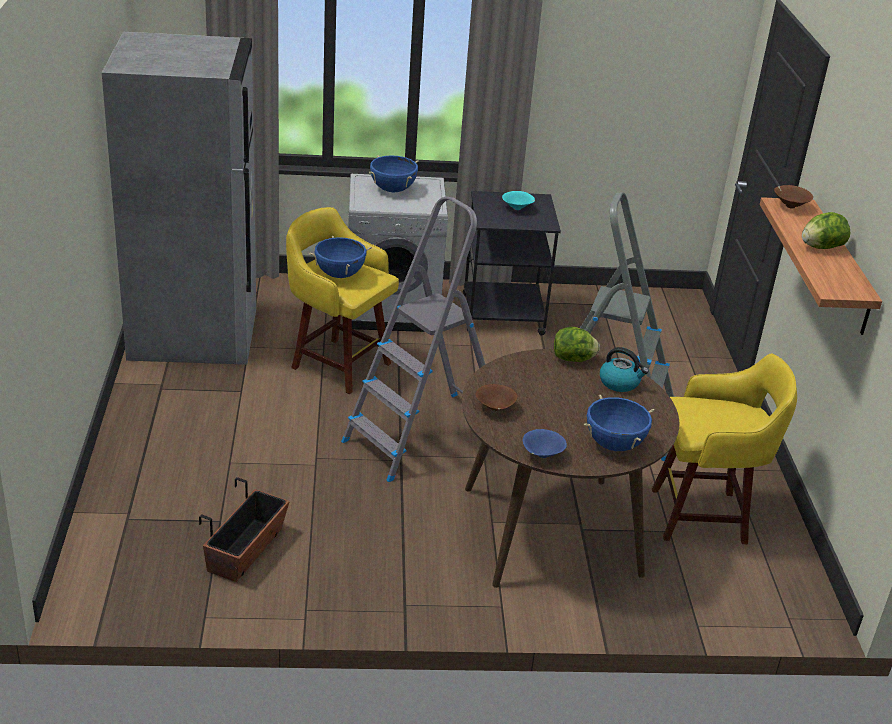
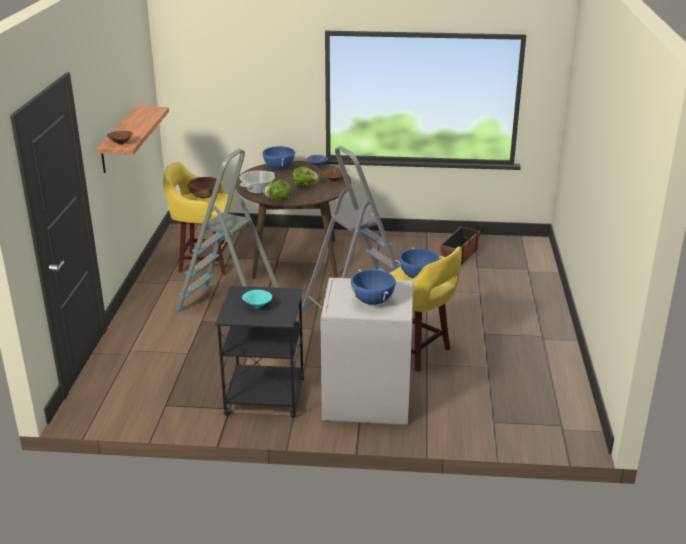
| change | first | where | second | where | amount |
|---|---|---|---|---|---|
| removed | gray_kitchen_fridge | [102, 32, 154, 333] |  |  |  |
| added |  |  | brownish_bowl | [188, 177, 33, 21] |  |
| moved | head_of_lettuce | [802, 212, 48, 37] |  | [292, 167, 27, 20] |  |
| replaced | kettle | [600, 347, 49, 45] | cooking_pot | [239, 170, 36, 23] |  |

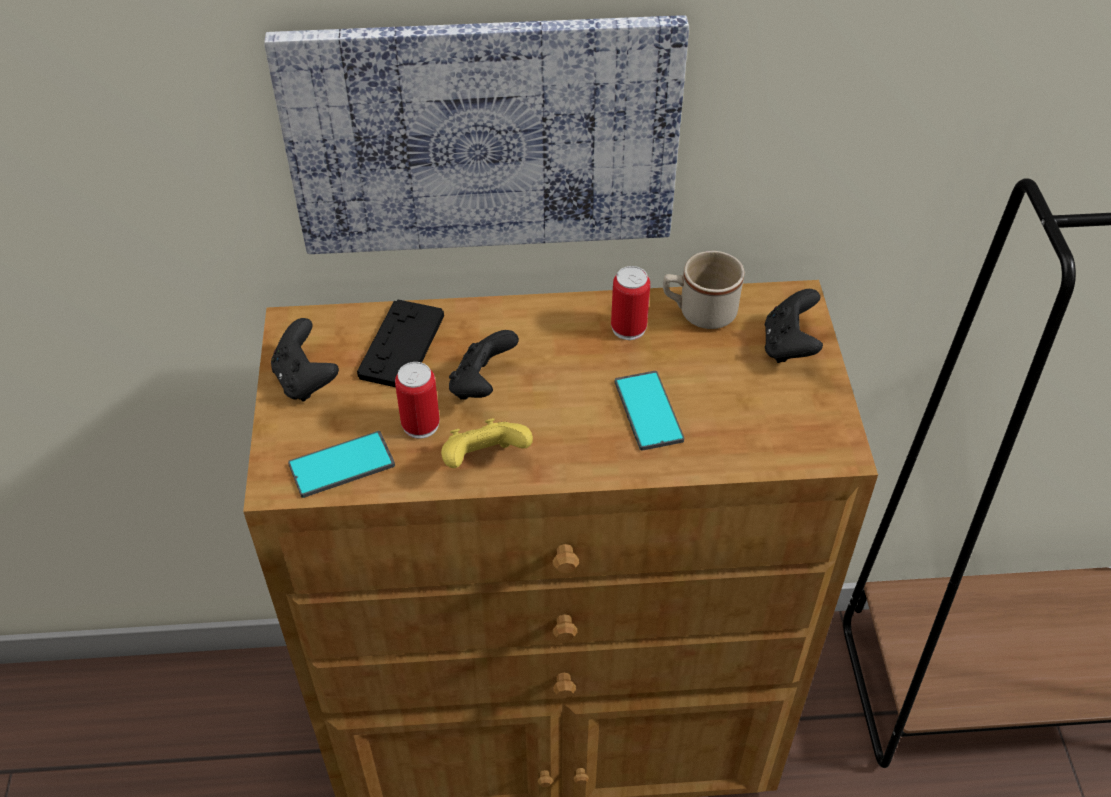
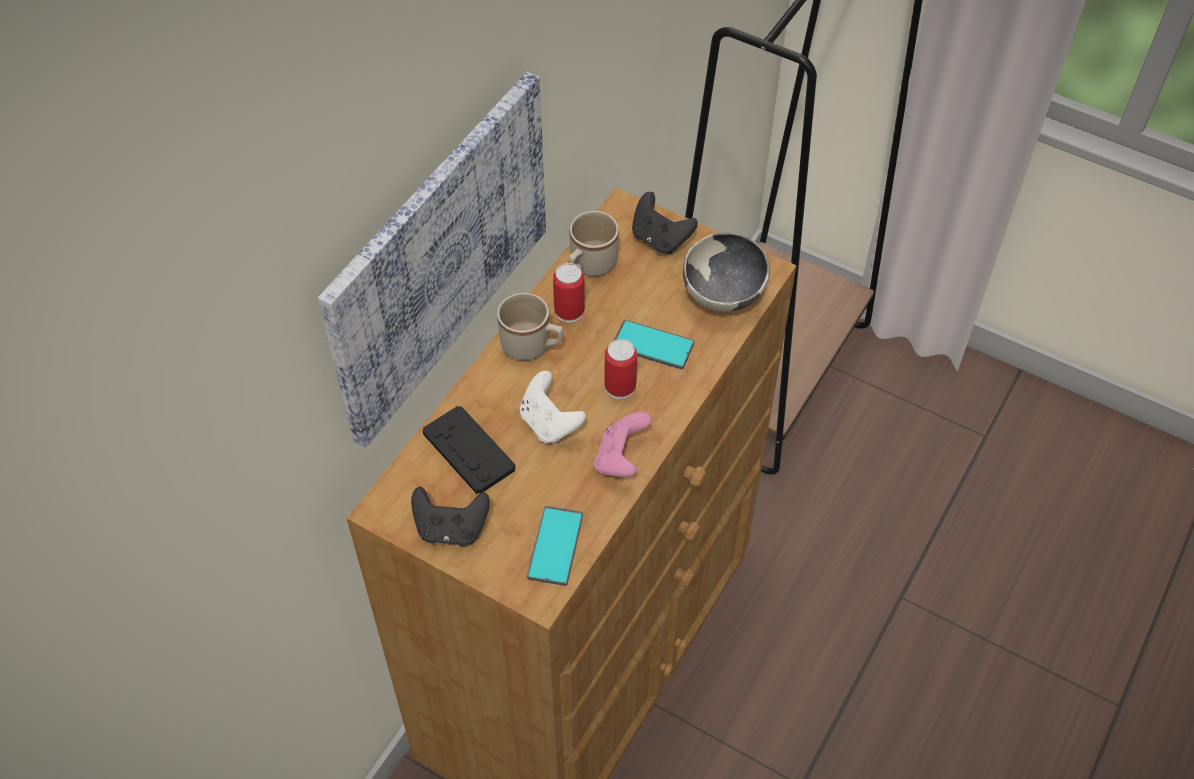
| change | first | where | second | where | amount |
|---|---|---|---|---|---|
| added |  |  | beige-coloured_tea_mug | [497, 293, 66, 67] |  |
| added |  |  | bowl | [683, 233, 87, 79] |  |
| moved | metal_can | [395, 362, 45, 77] |  | [604, 339, 33, 60] |  |
| recoloured | yellow-coloured_gamepad | [441, 418, 92, 50] | pink_gamepad | [594, 412, 57, 65] |  |
| recoloured | black_gamepad | [449, 330, 70, 70] | whitish_gamepad | [520, 371, 66, 72] |  |

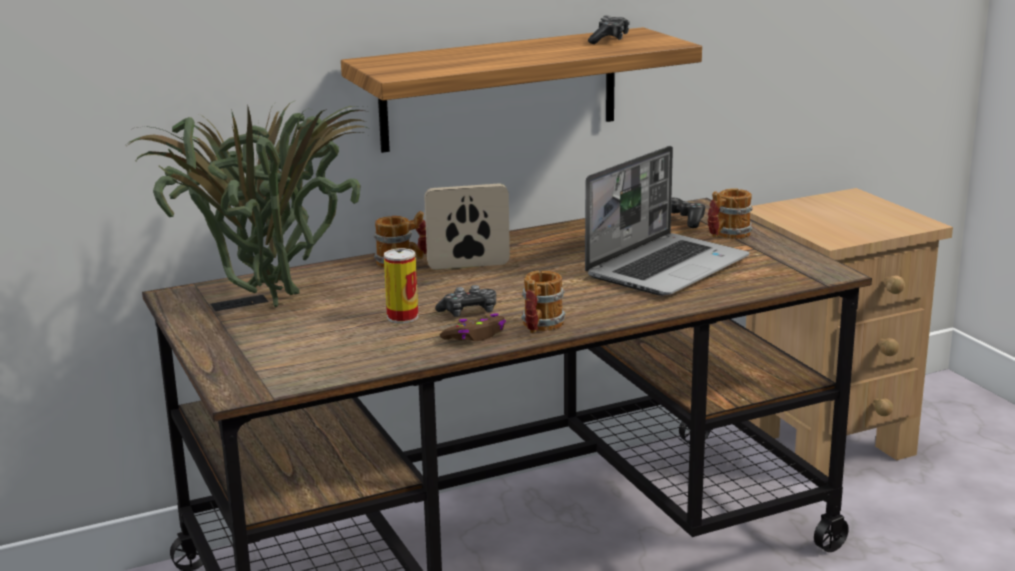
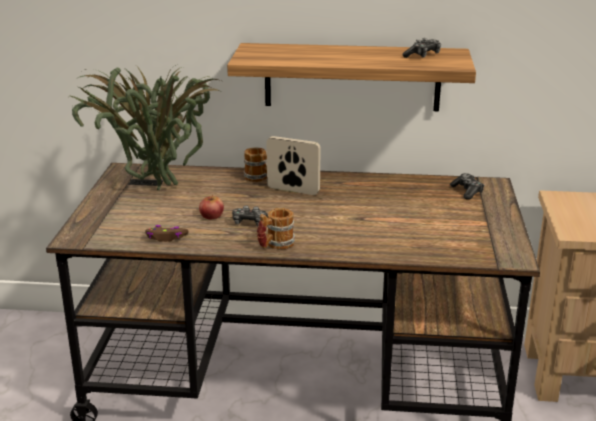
| change | first | where | second | where | amount |
|---|---|---|---|---|---|
| removed | notebook_computer | [585, 146, 164, 150] |  |  |  |
| removed | tea_mug | [707, 188, 46, 51] |  |  |  |
| moved | brownish_gamepad | [440, 313, 66, 28] |  | [145, 225, 44, 17] |  |
| replaced | metal_can | [384, 248, 34, 75] | whole_apple | [199, 195, 25, 24] |  |

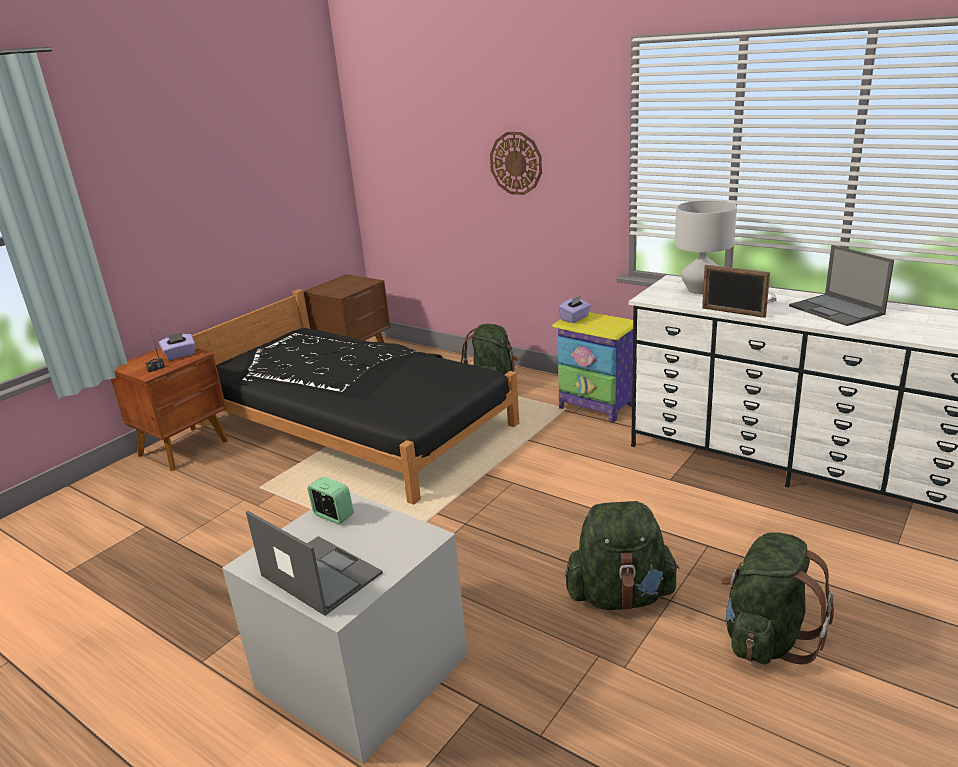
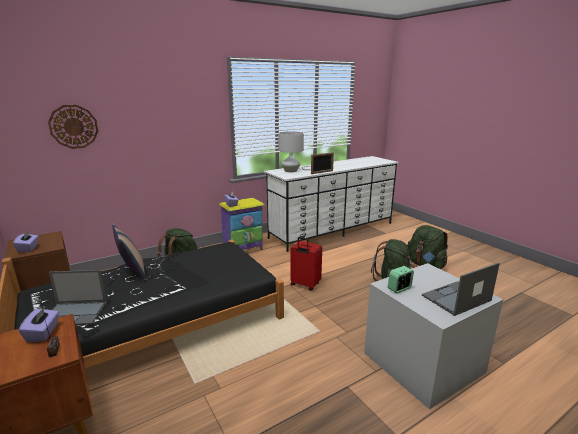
| change | first | where | second | where | amount |
|---|---|---|---|---|---|
| added |  |  | purple_box_of_tissues | [13, 231, 26, 22] |  |
| added |  |  | pillow | [112, 223, 34, 58] |  |
| added |  |  | reddish_piece_of_luggage | [290, 237, 32, 54] |  |
| moved | hanging_clock | [490, 132, 52, 63] |  | [48, 105, 50, 44] |  |
| moved | notebook_computer | [789, 245, 105, 81] |  | [49, 270, 58, 55] |  |

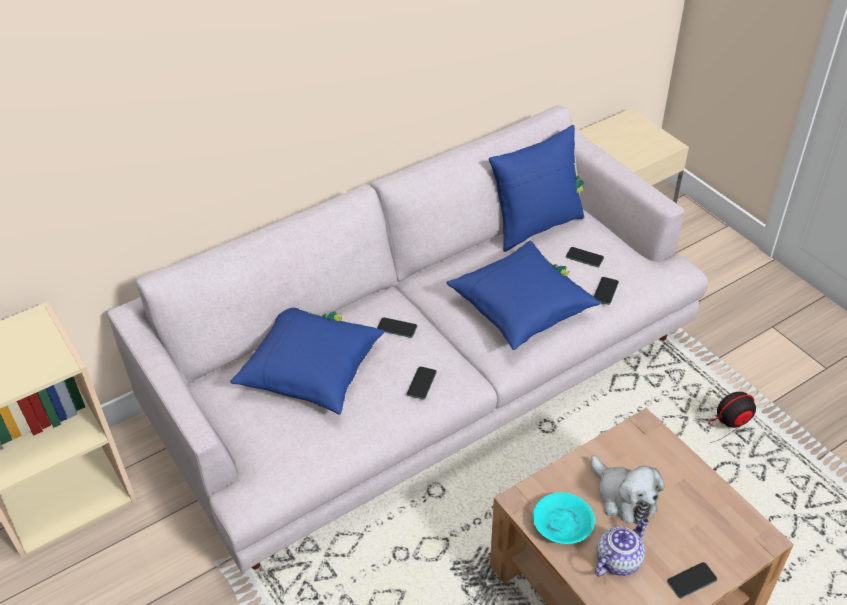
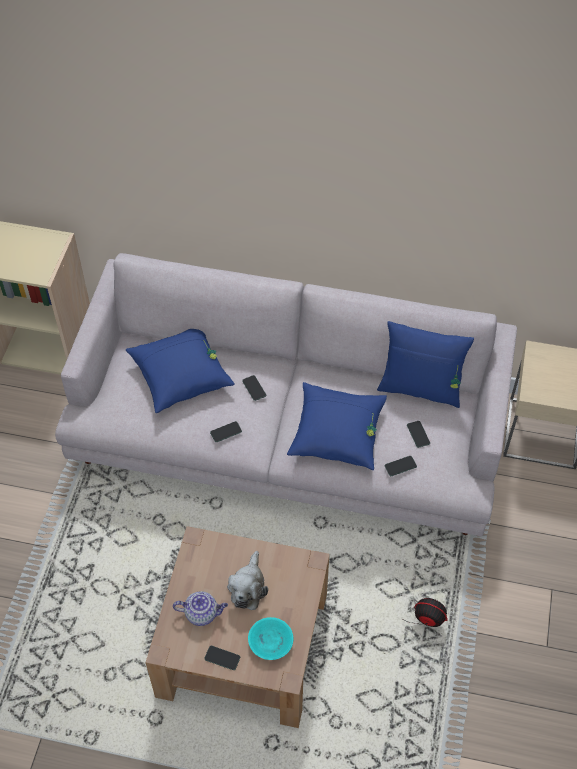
| change | first | where | second | where | amount |
|---|---|---|---|---|---|
| moved | turquoise-coloured_bowl | [533, 492, 62, 52] |  | [248, 617, 45, 43] |  |

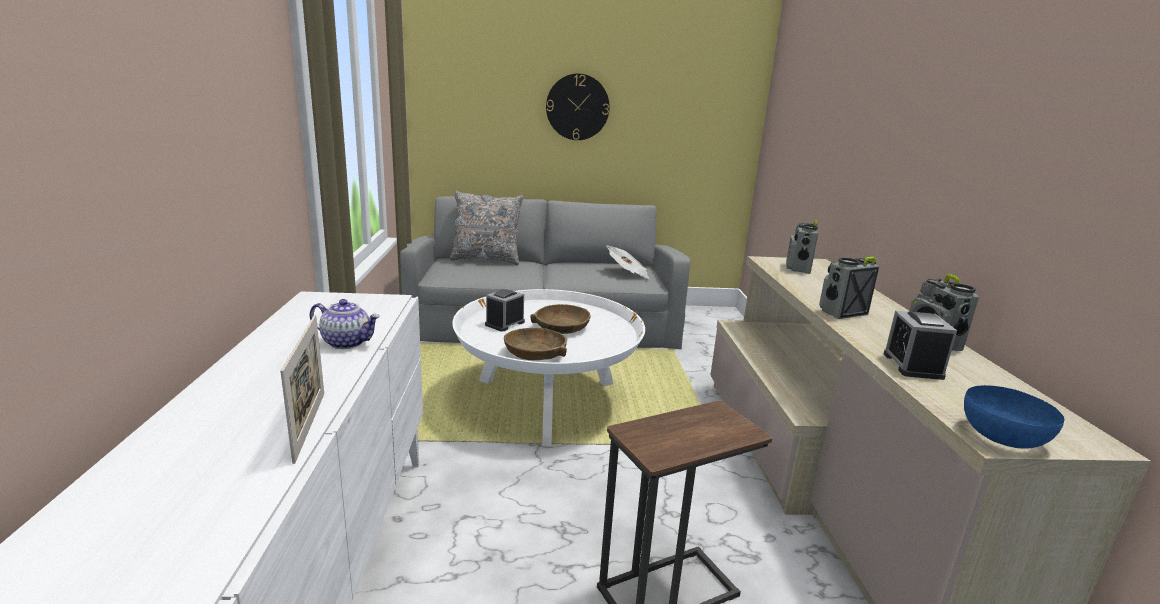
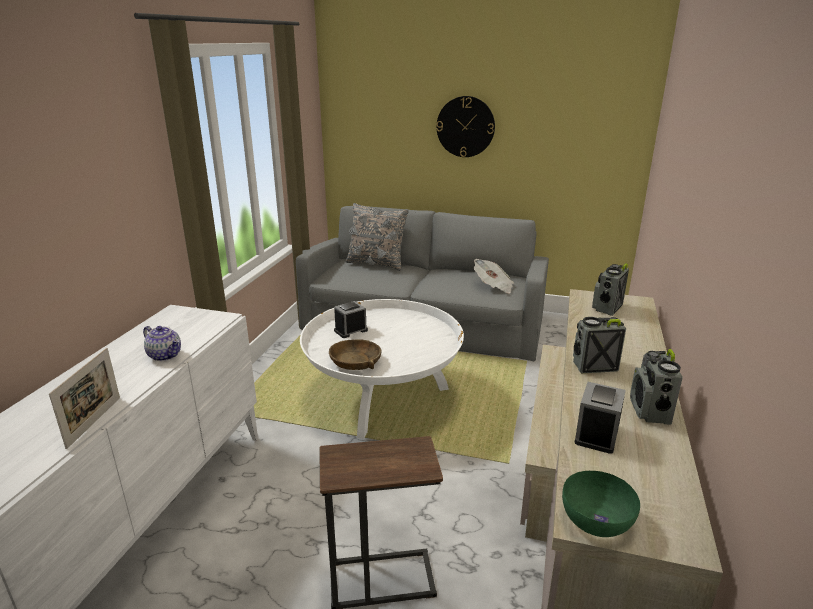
| change | first | where | second | where | amount |
|---|---|---|---|---|---|
| removed | brownish_bowl | [530, 304, 60, 30] |  |  |  |
| recoloured | bluish_bowl | [964, 385, 100, 64] | green_bowl | [562, 471, 78, 66] |  |

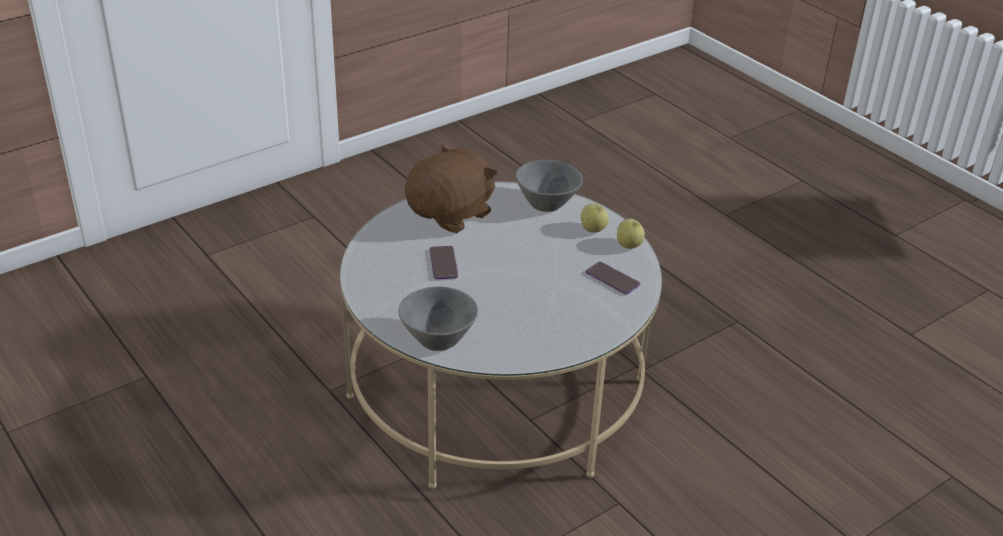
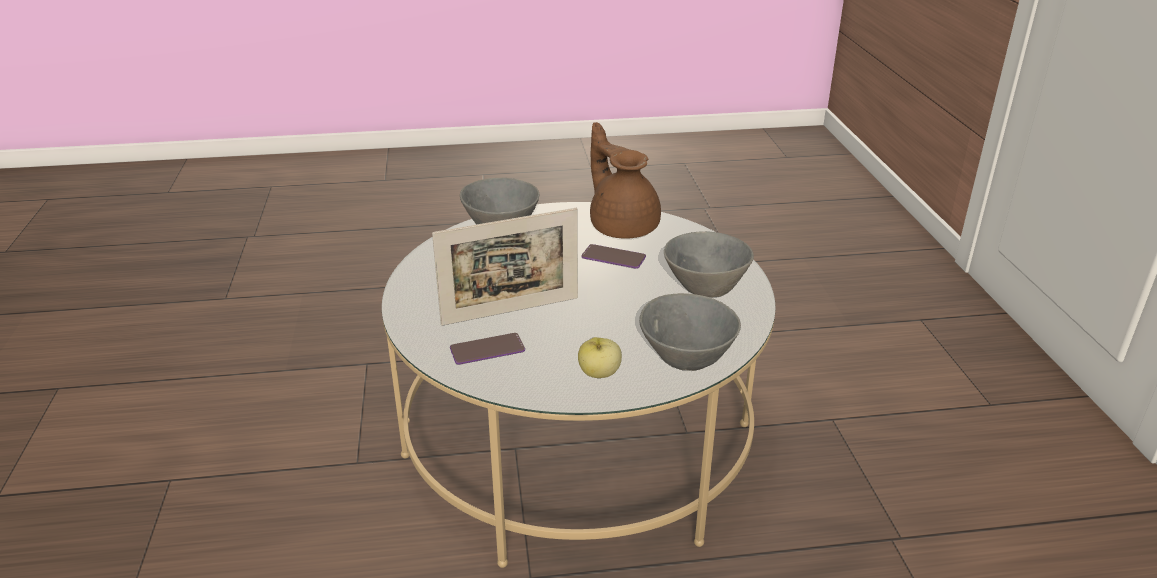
| change | first | where | second | where | amount |
|---|---|---|---|---|---|
| removed | whole_apple | [617, 219, 28, 30] |  |  |  |
| added |  |  | photo_frame | [432, 208, 146, 117] |  |
| added |  |  | brownish_tea_pot | [590, 122, 71, 117] |  |
| replaced | brownish_soft_toy | [405, 144, 92, 89] | gray_bowl | [664, 231, 90, 66] |  |

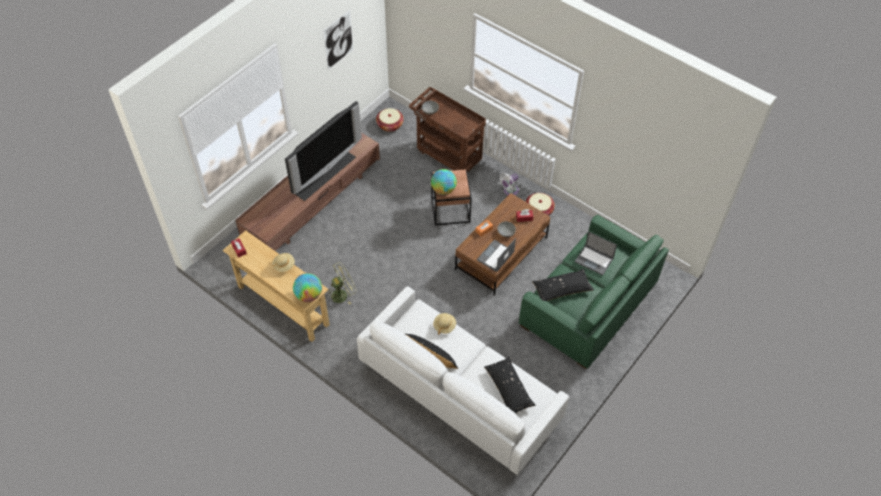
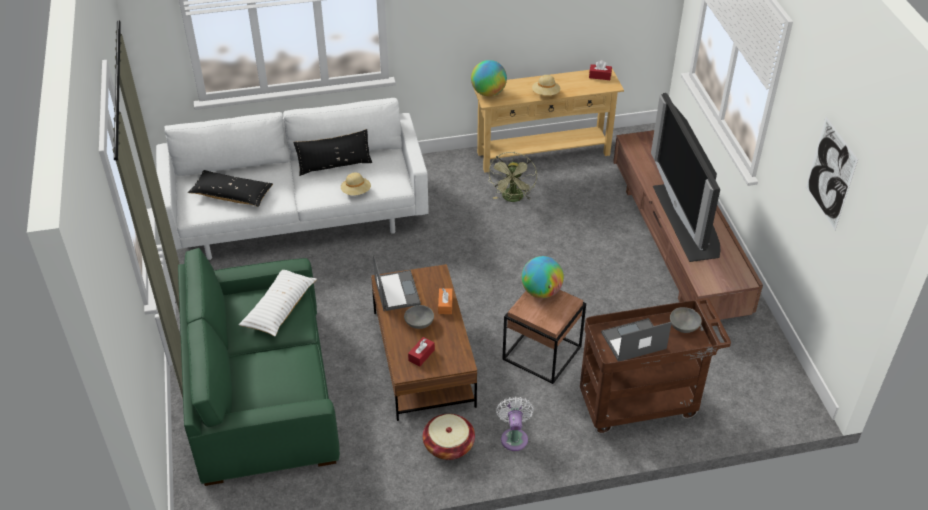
| change | first | where | second | where | amount |
|---|---|---|---|---|---|
| removed | basket | [376, 108, 28, 24] |  |  |  |
| moved | notebook_computer | [575, 231, 42, 45] |  | [601, 318, 71, 43] |  |
| recoloured | black_pillow | [532, 269, 62, 32] | whitish_pillow | [239, 270, 78, 67] |  |

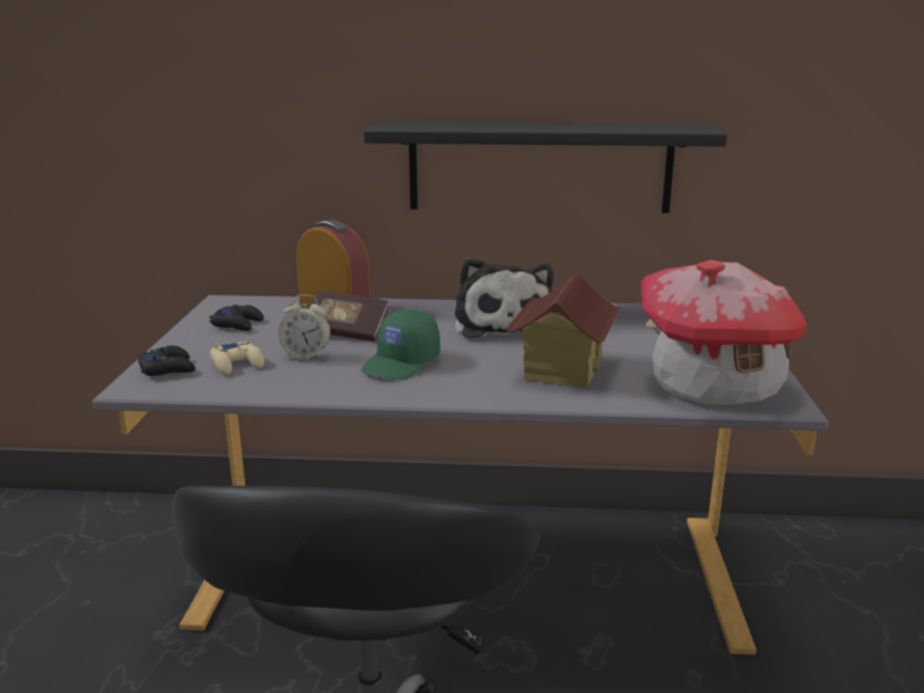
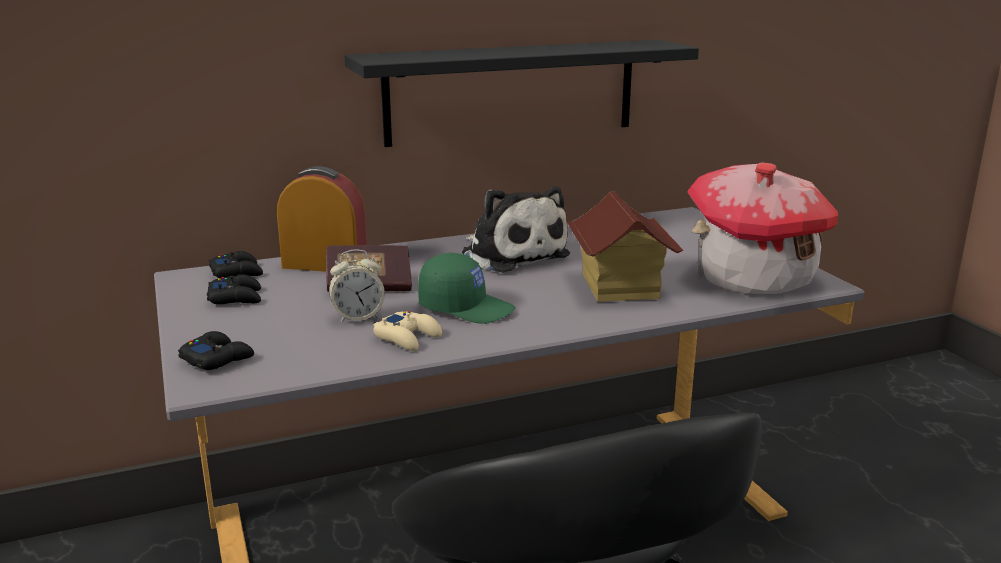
| change | first | where | second | where | amount |
|---|---|---|---|---|---|
| added |  |  | black_gamepad | [209, 251, 54, 27] |  |
| moved | beige-coloured_gamepad | [210, 342, 54, 33] |  | [373, 311, 69, 40] |  |
| turned | green_peaked_cap | [361, 309, 79, 71] |  | [418, 253, 97, 71] | 75 degrees counterclockwise |

